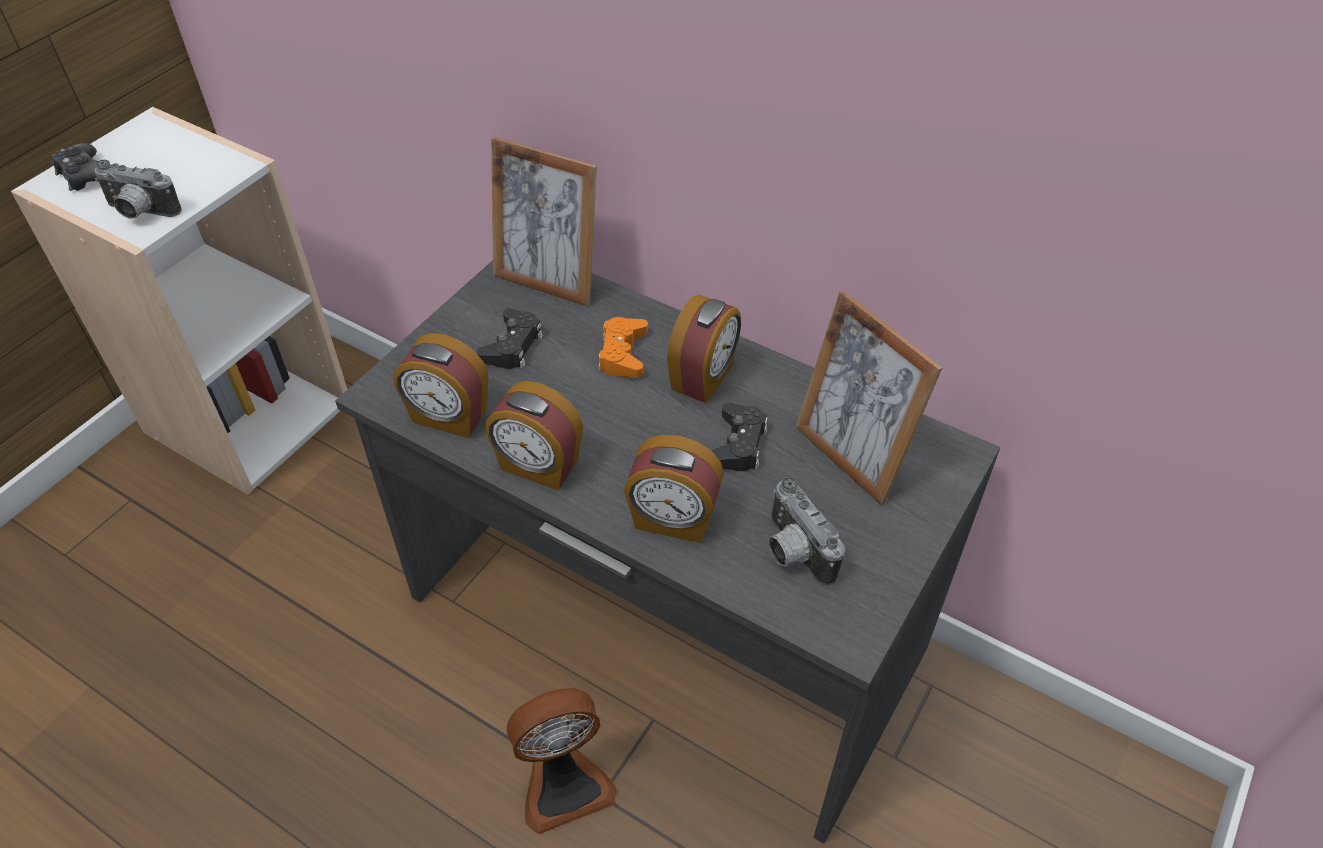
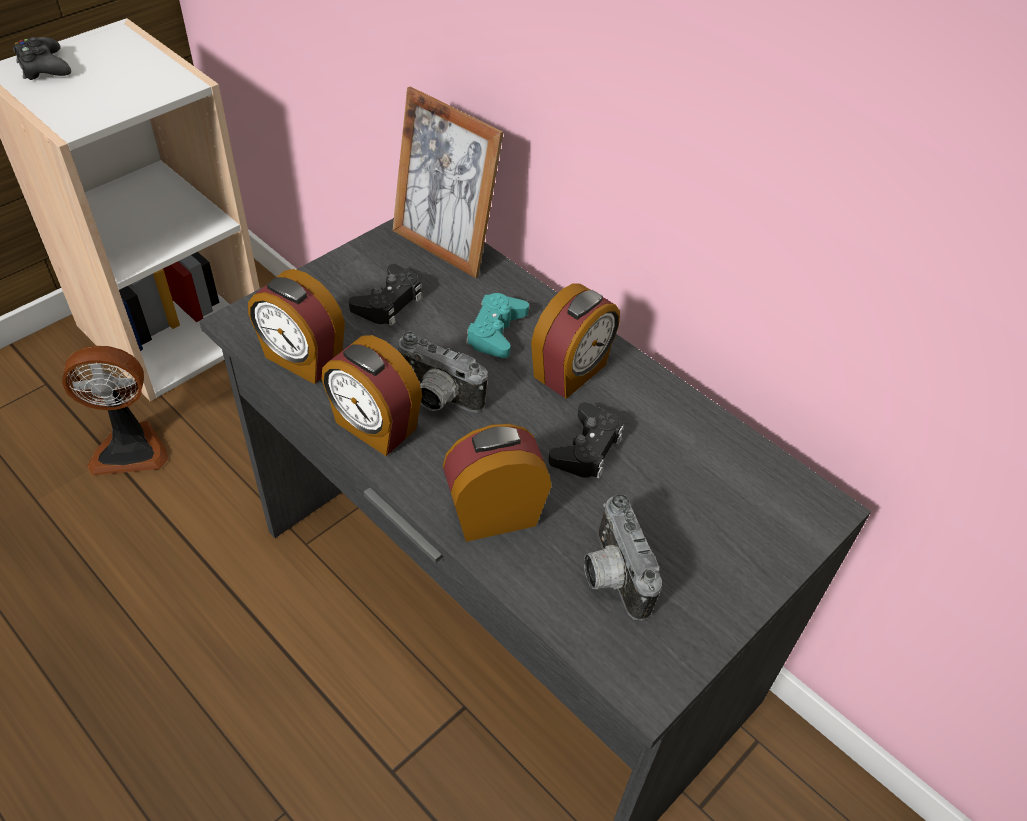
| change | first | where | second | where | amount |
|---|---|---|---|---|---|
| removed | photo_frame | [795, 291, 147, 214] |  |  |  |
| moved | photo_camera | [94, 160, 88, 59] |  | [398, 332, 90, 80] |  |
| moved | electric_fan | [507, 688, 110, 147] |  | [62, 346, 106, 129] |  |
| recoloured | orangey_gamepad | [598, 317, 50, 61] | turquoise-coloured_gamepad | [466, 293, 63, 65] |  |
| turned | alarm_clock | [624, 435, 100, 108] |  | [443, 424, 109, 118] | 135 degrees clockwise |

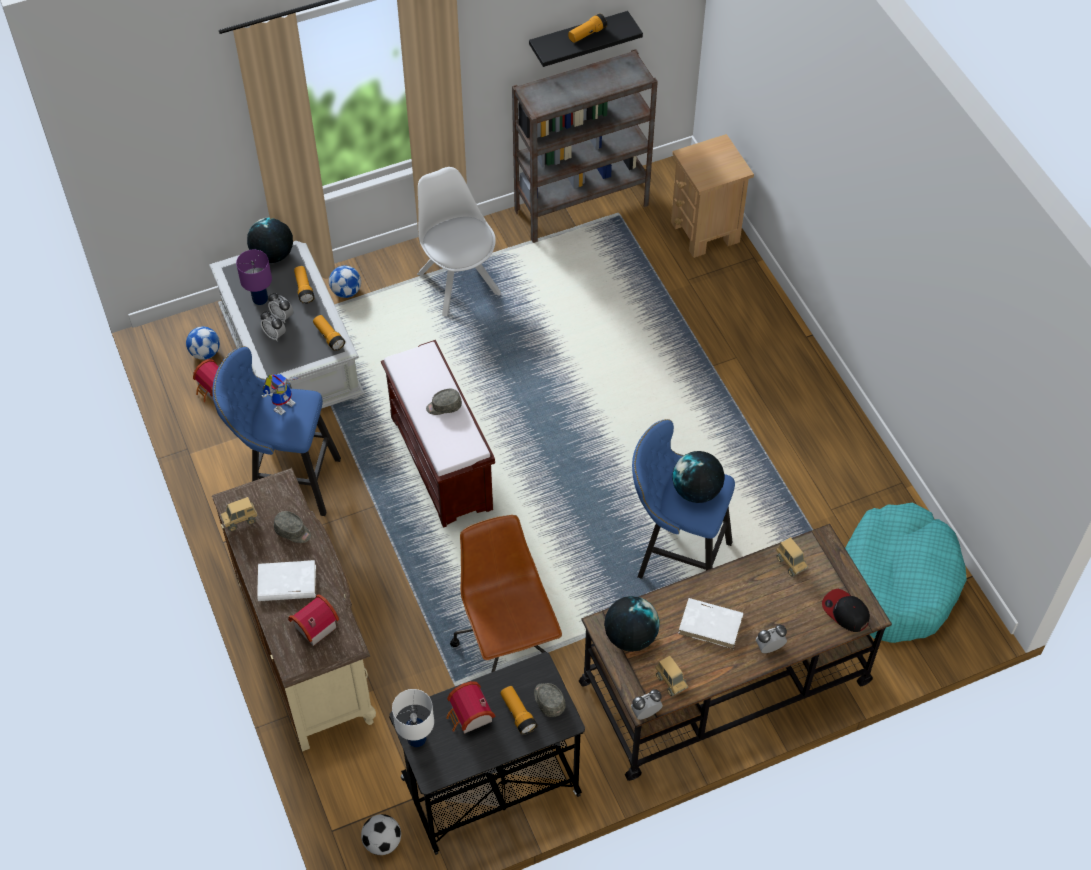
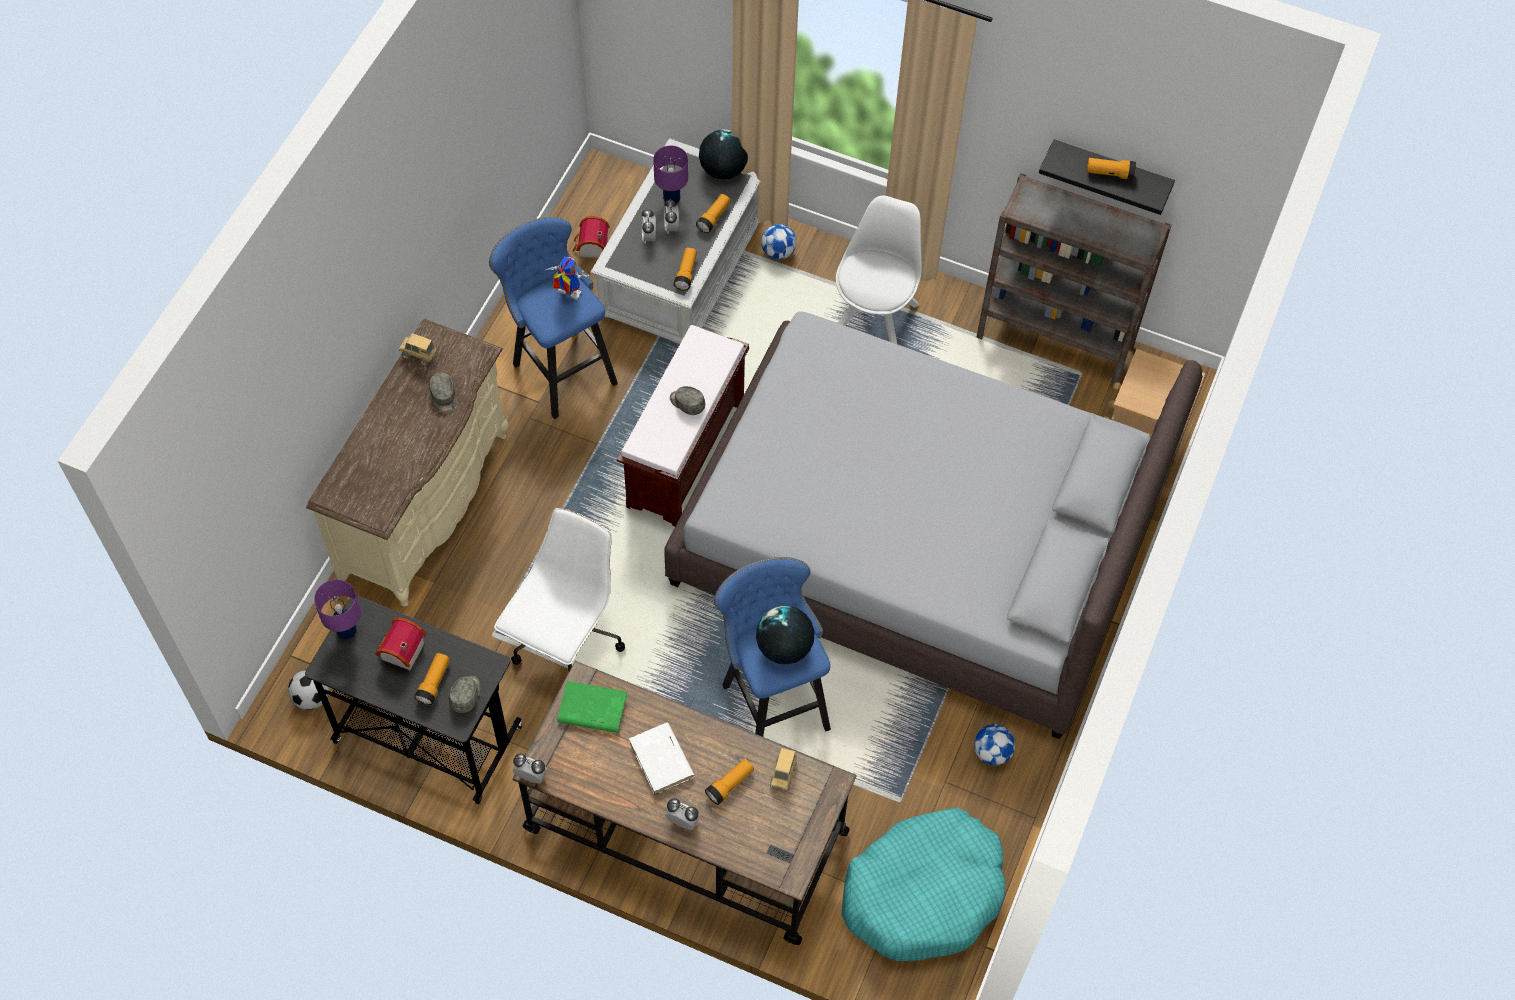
| change | first | where | second | where | amount |
|---|---|---|---|---|---|
| removed | whitish_volume | [257, 560, 59, 41] |  |  |  |
| removed | model_house | [288, 594, 51, 52] |  |  |  |
| removed | toy_lorry | [655, 656, 33, 40] |  |  |  |
| removed | peaked_cap | [822, 589, 48, 43] |  |  |  |
| added |  |  | gray_bed | [664, 311, 538, 428] |  |
| added |  |  | torch | [705, 759, 49, 46] |  |
| moved | ball_for_football | [186, 326, 34, 34] |  | [974, 724, 41, 41] |  |
| replaced | world_globe | [604, 596, 56, 56] | green_volume | [557, 681, 70, 52] |  |
| recoloured | whitish_table_lamp | [392, 689, 42, 58] | purple_table_lamp | [314, 579, 47, 61] |  |
| recoloured | brownish_desk_chair | [450, 515, 112, 157] | whitish_desk_chair | [494, 508, 131, 163] |  |
| turned | robot_figure | [262, 374, 37, 41] |  | [545, 257, 44, 43] | 150 degrees counterclockwise |

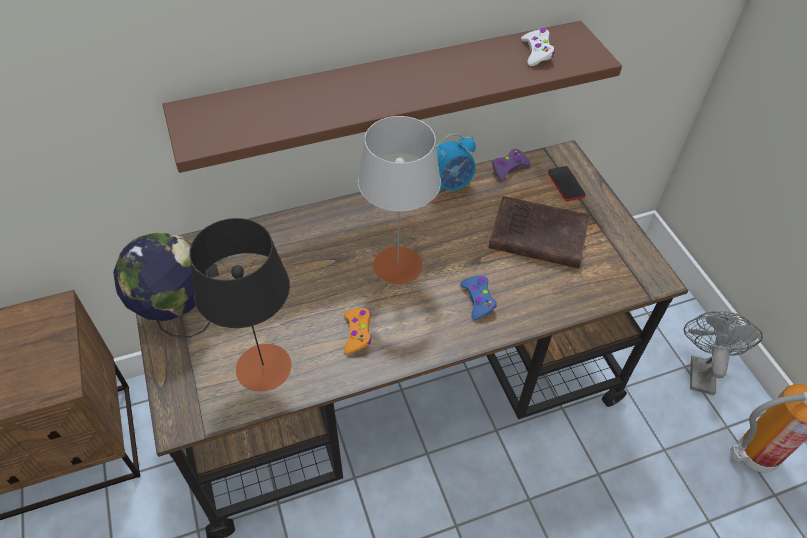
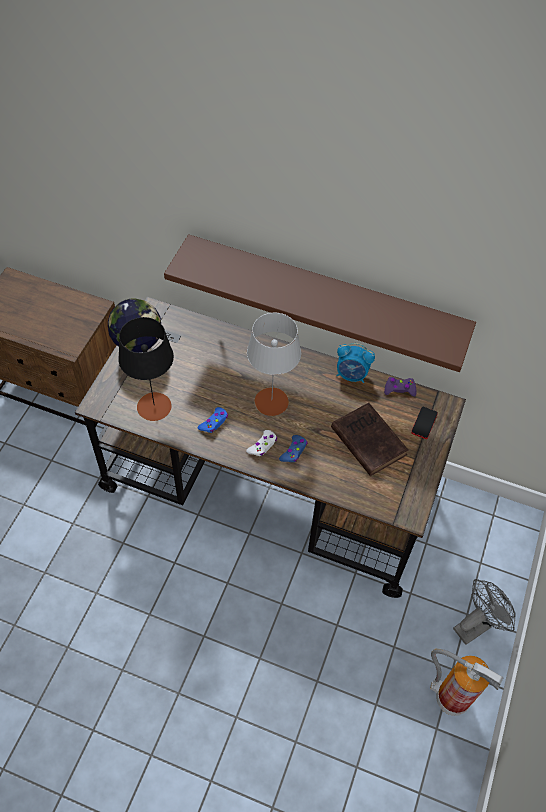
| change | first | where | second | where | amount |
|---|---|---|---|---|---|
| moved | whitish_gamepad | [521, 29, 34, 37] |  | [246, 430, 31, 26] |  |
| recoloured | orangey_gamepad | [344, 308, 27, 46] | bluish_gamepad | [198, 407, 30, 26] |  |

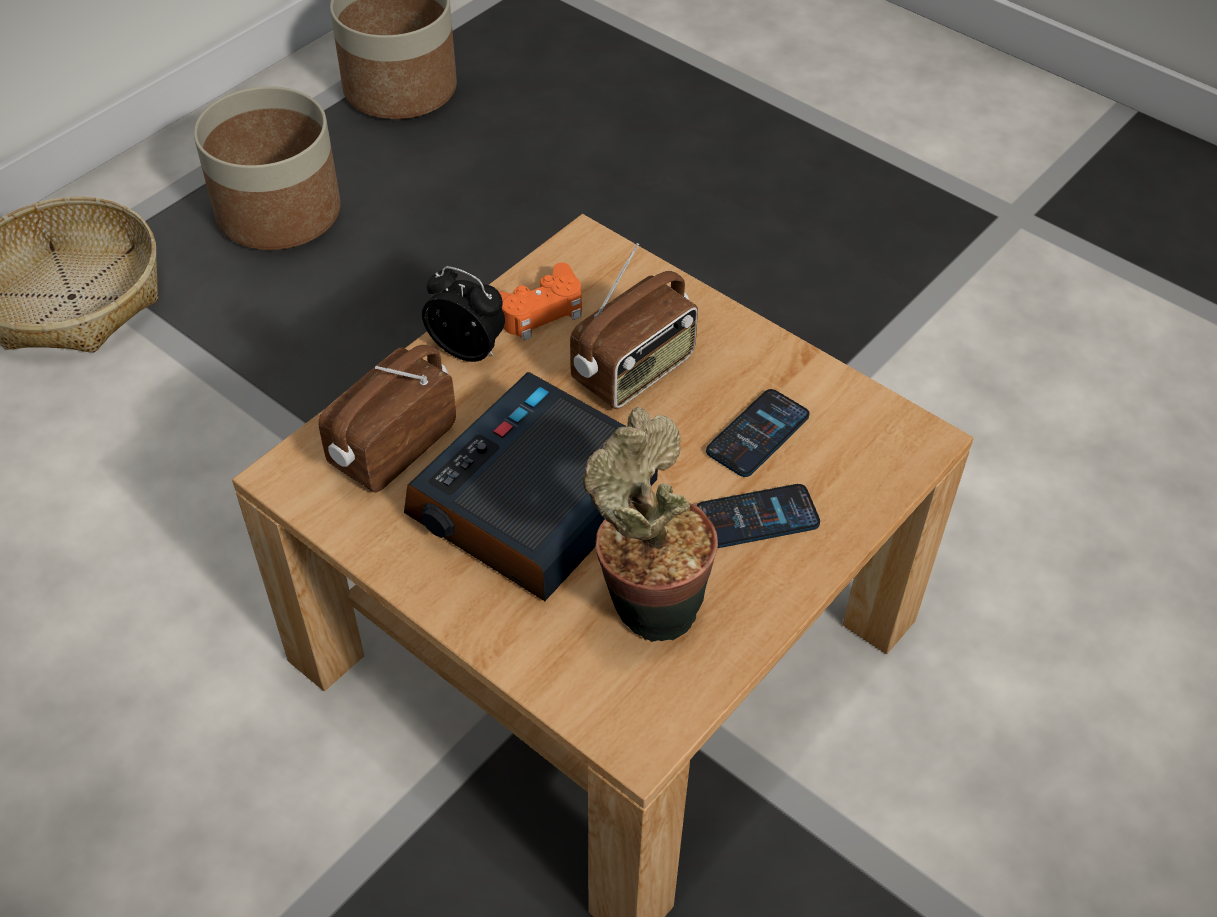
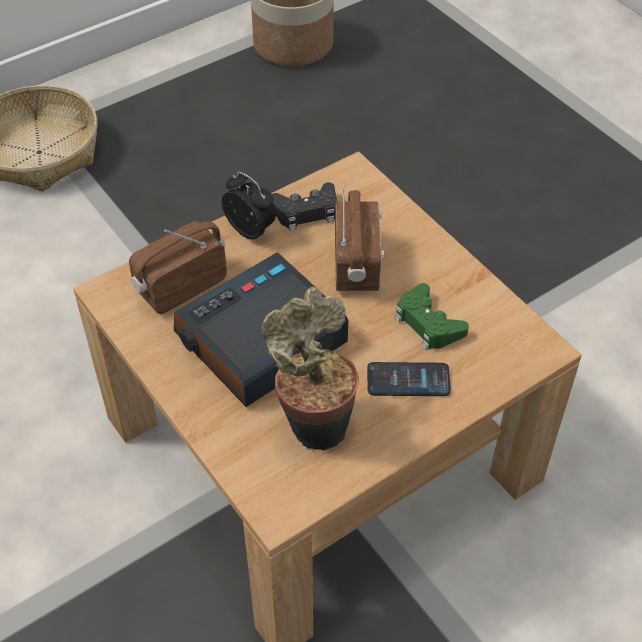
| change | first | where | second | where | amount |
|---|---|---|---|---|---|
| removed | plant_pot | [194, 86, 147, 164] |  |  |  |
| replaced | phone | [706, 389, 104, 88] | green_gamepad | [395, 283, 74, 67] |  |
| recoloured | orangey_gamepad | [498, 263, 84, 78] | black_gamepad | [272, 182, 65, 49] |  |
| turned | radio_receiver | [570, 243, 128, 166] |  | [335, 182, 49, 109] | 60 degrees counterclockwise |

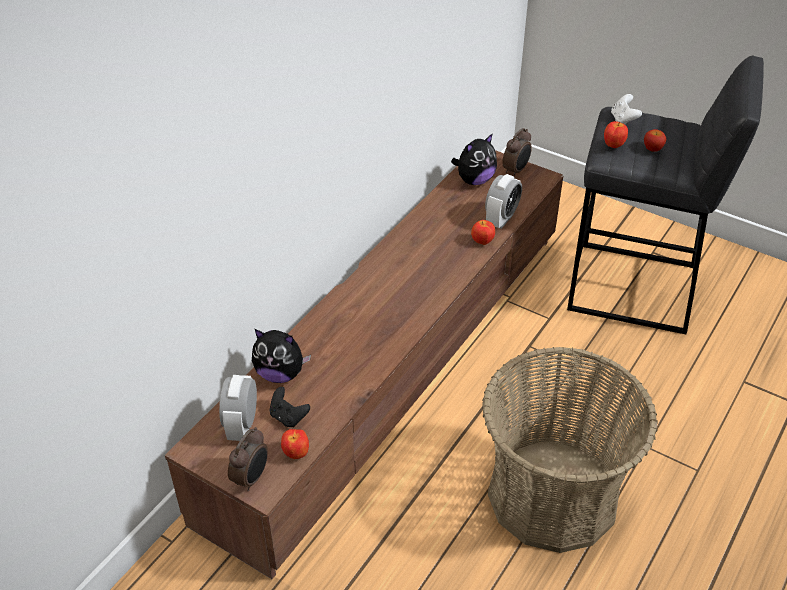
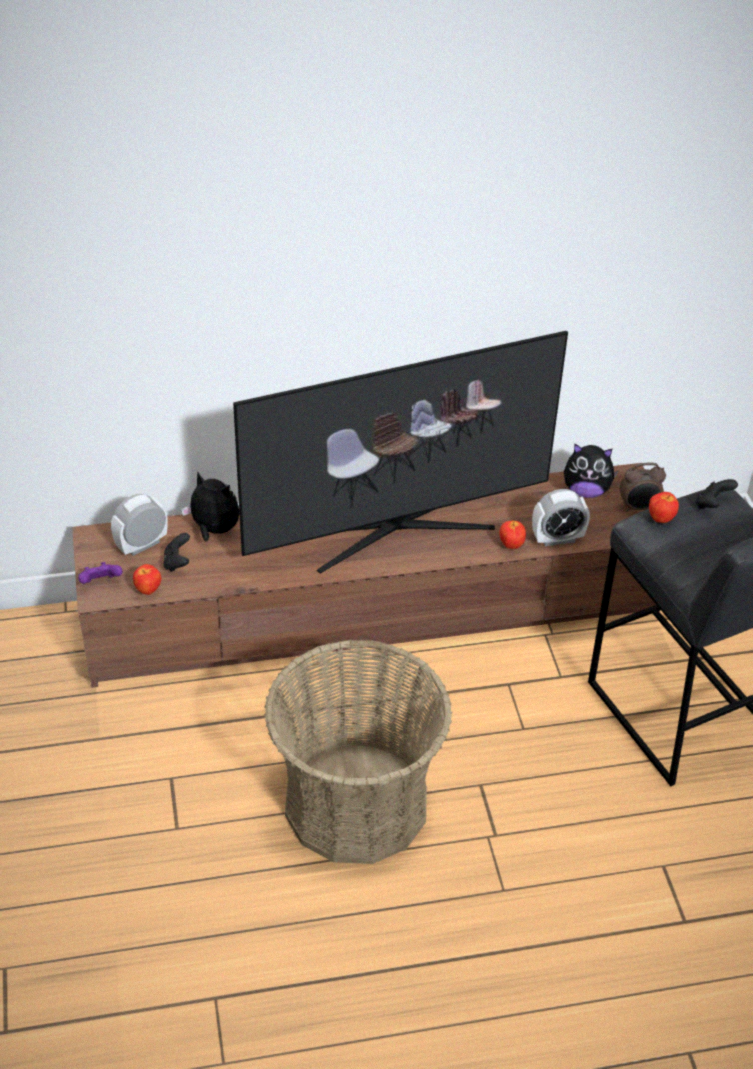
| change | first | where | second | where | amount |
|---|---|---|---|---|---|
| removed | whole_apple | [644, 129, 22, 23] |  |  |  |
| added |  |  | TV | [233, 331, 335, 243] |  |
| replaced | alarm_clock | [228, 427, 40, 64] | purple_gamepad | [78, 562, 44, 22] |  |
| recoloured | whitish_gamepad | [611, 94, 31, 31] | black_gamepad | [695, 479, 43, 30] |  |
| turned | soft_toy | [252, 329, 59, 54] |  | [181, 472, 58, 70] | 150 degrees clockwise |

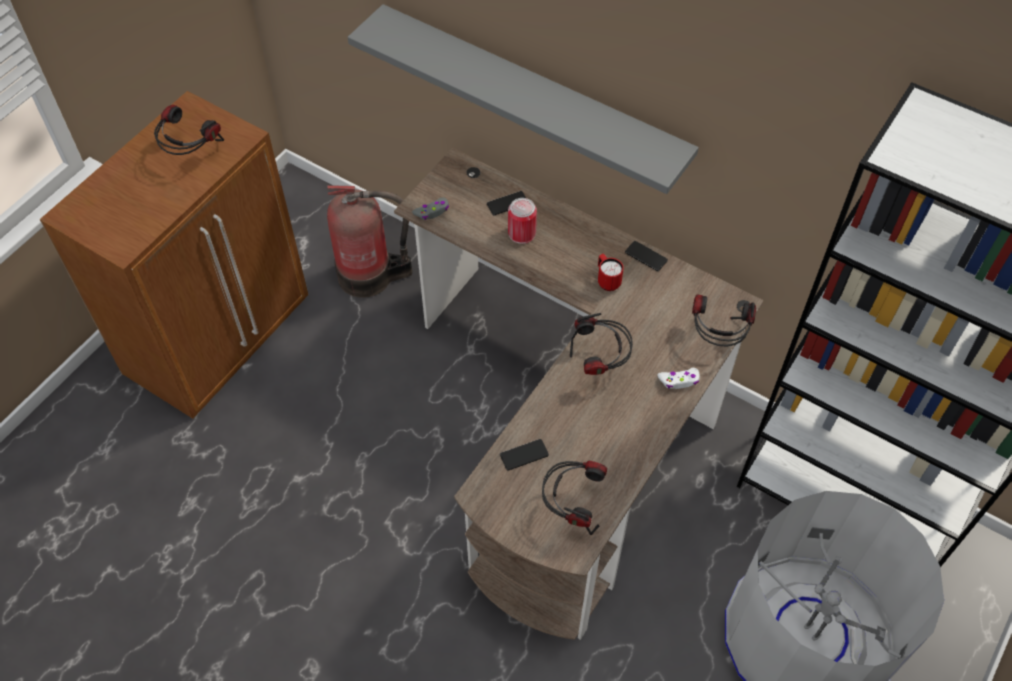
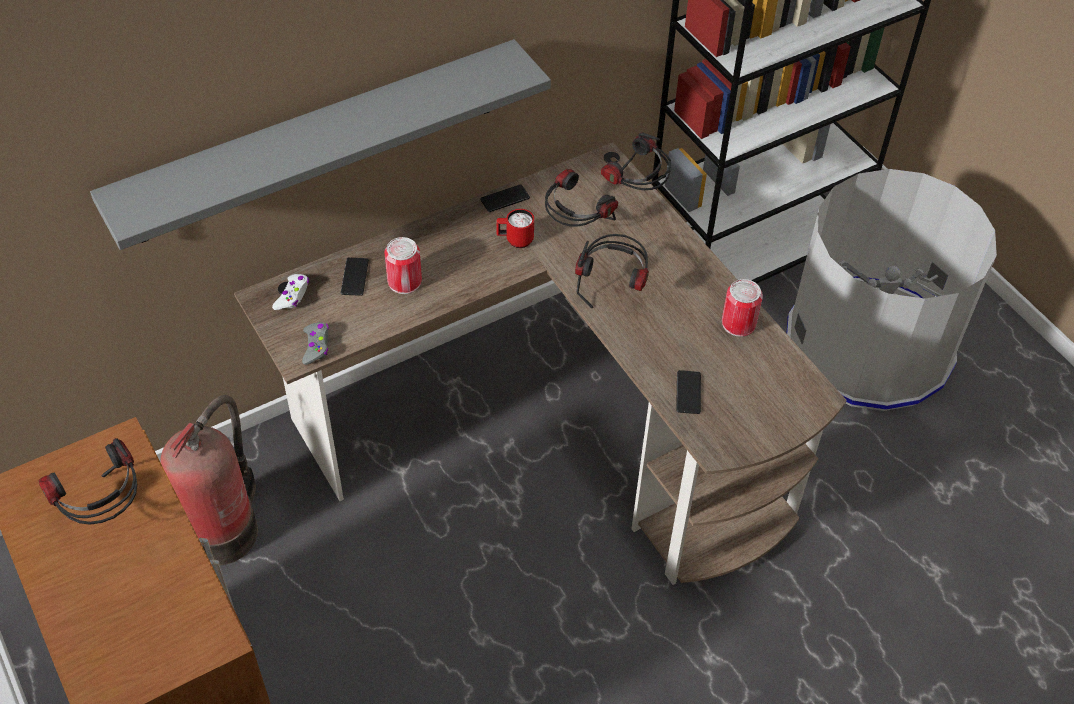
| change | first | where | second | where | amount |
|---|---|---|---|---|---|
| added |  |  | metal_can | [722, 279, 41, 58] |  |
| moved | headphones | [542, 461, 65, 74] |  | [545, 169, 73, 58] |  |
| moved | whitish_gamepad | [658, 368, 42, 21] |  | [272, 274, 37, 36] |  |

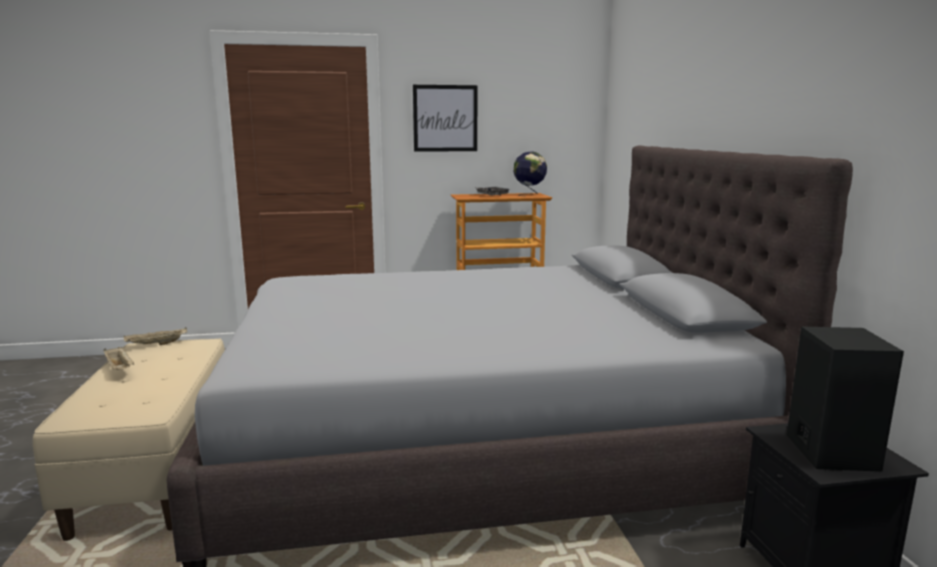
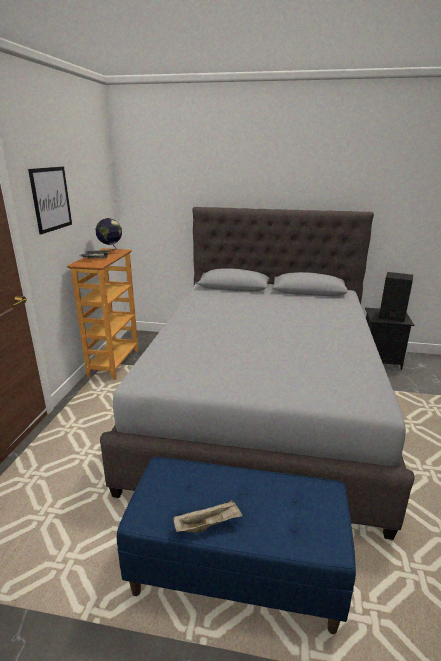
| change | first | where | second | where | amount |
|---|---|---|---|---|---|
| removed | beige-coloured_carrying_tray | [124, 327, 63, 18] |  |  |  |
| recoloured | beige-coloured_bench | [33, 339, 192, 202] | bluish_bench | [117, 457, 239, 177] |  |

